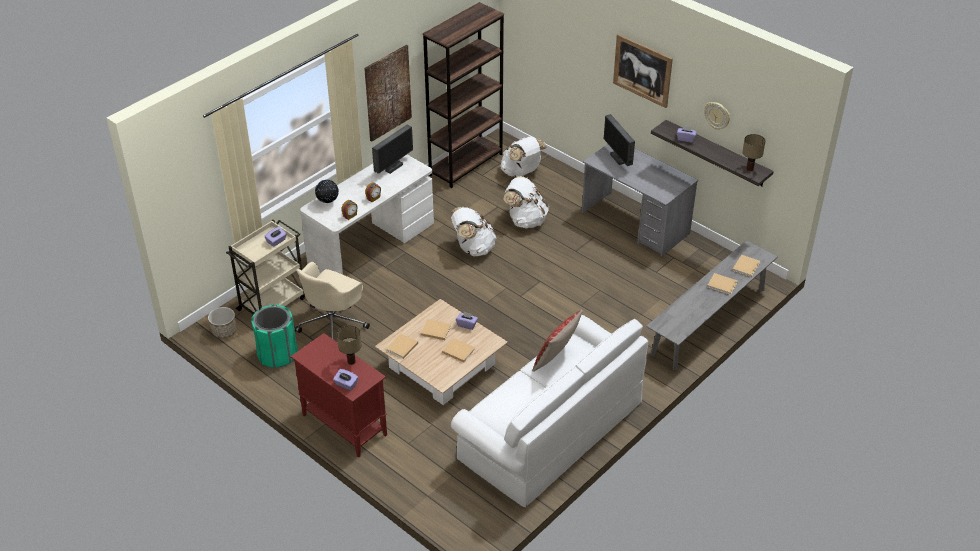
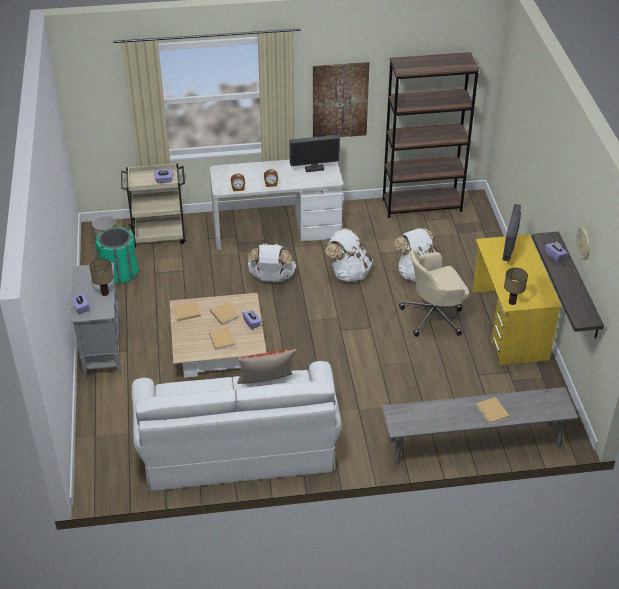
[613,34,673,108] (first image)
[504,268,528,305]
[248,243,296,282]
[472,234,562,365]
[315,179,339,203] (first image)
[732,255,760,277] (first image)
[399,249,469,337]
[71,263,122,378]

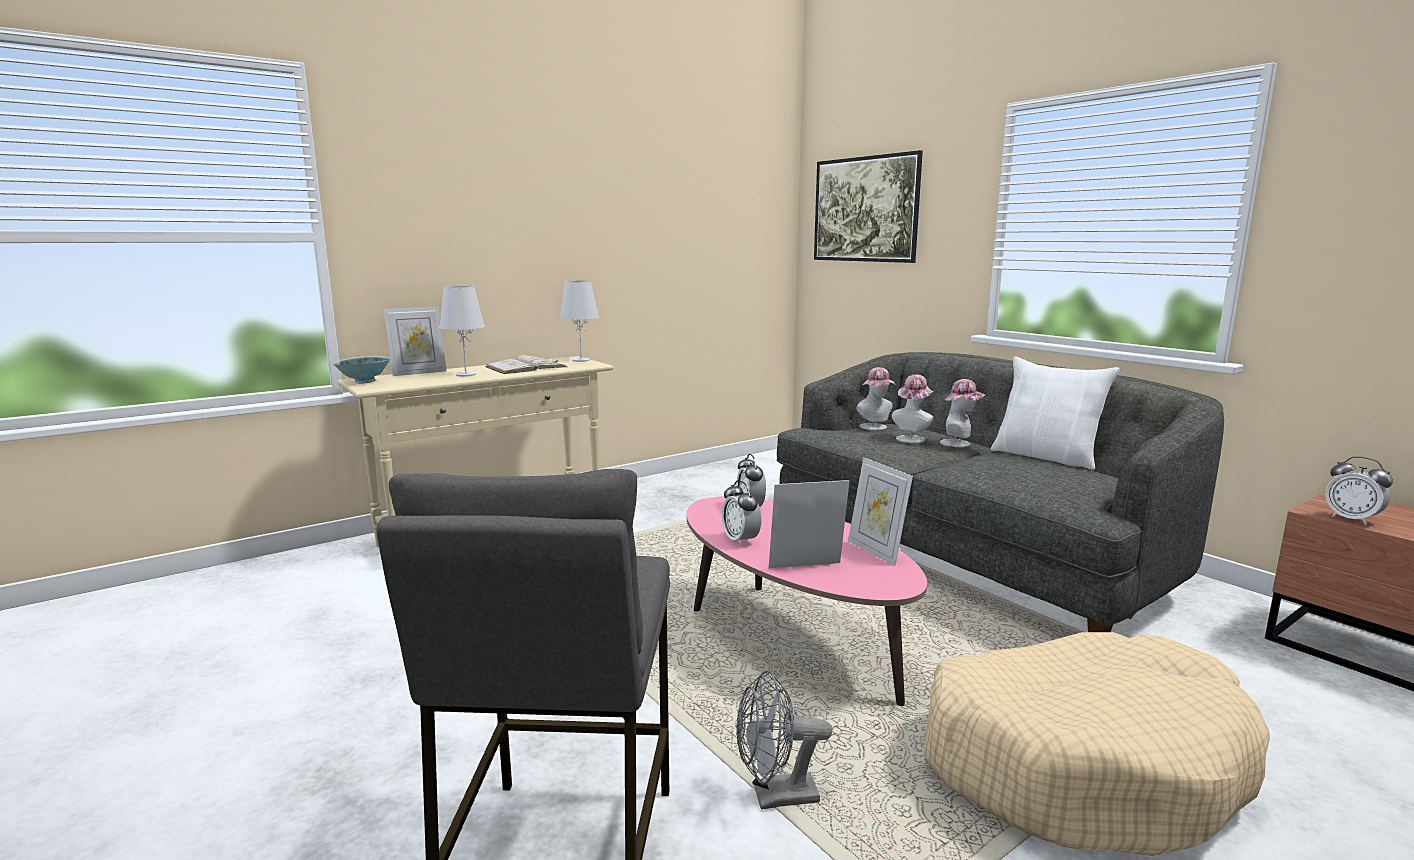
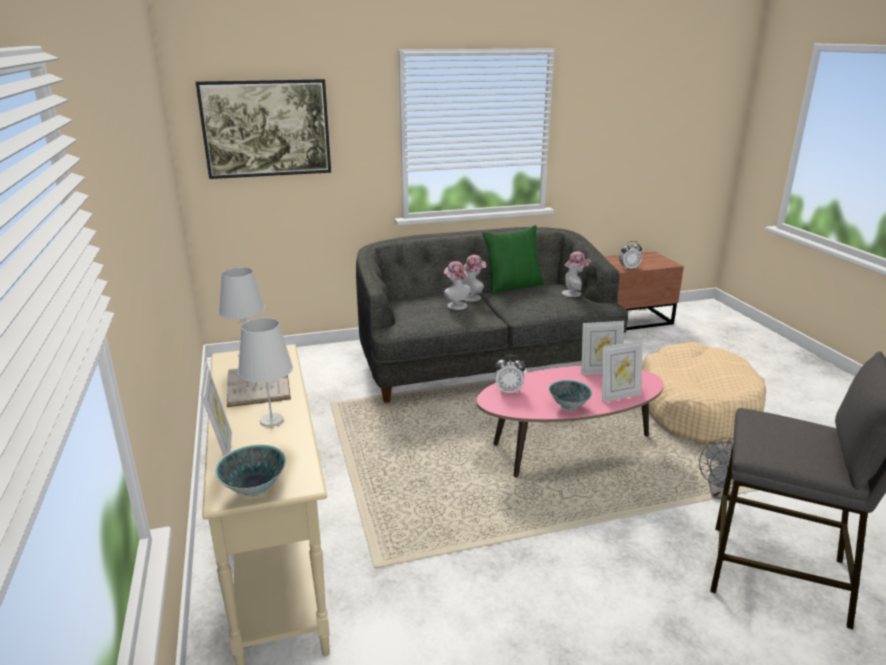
[482,225,544,294]
[562,251,591,297]
[549,380,592,410]
[602,340,643,402]

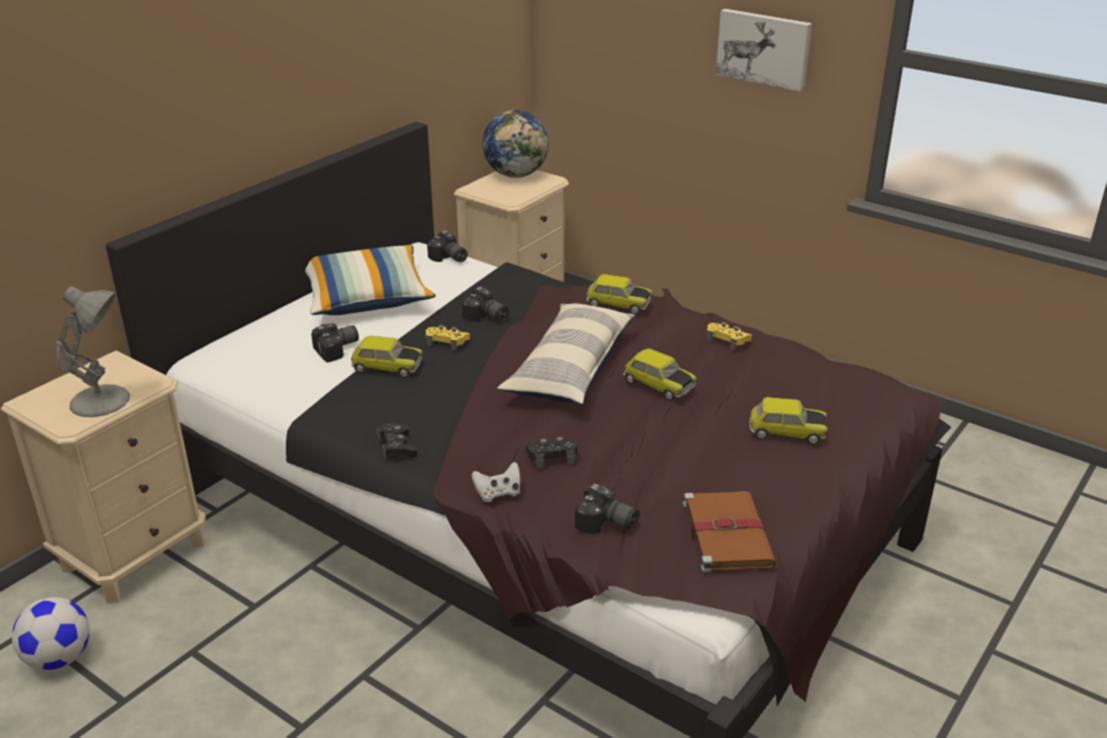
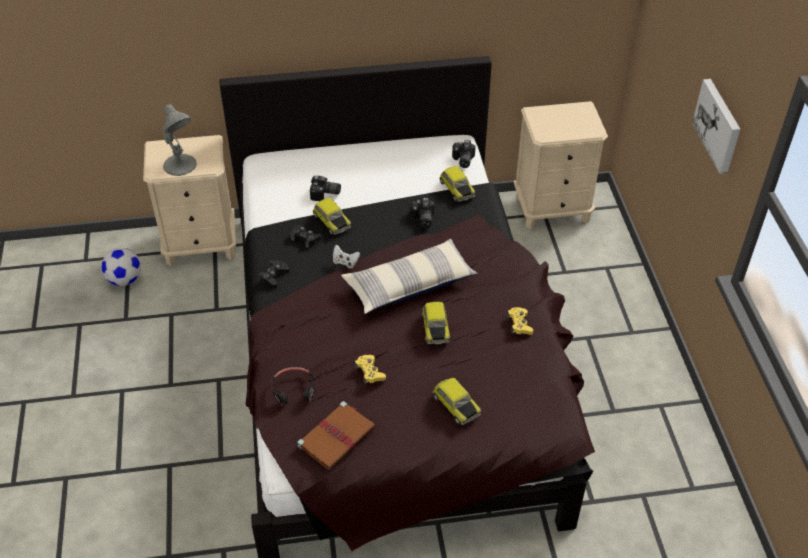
[482,110,549,178] (first image)
[305,245,436,315] (first image)
[439,166,475,202]
[355,355,386,385]
[290,225,322,248]
[333,245,360,269]
[271,366,315,406]

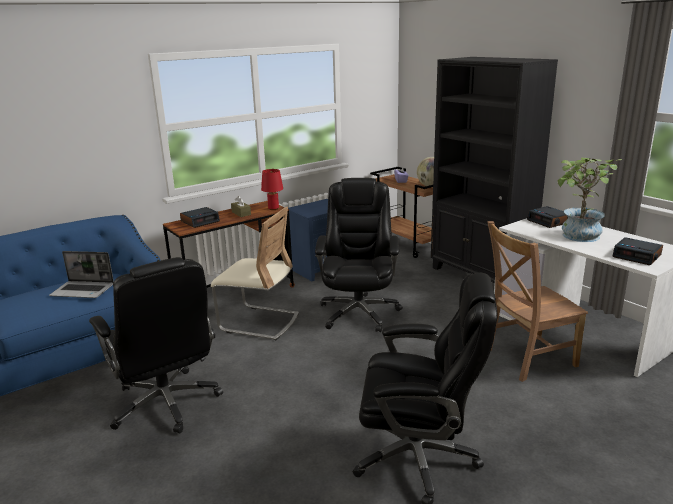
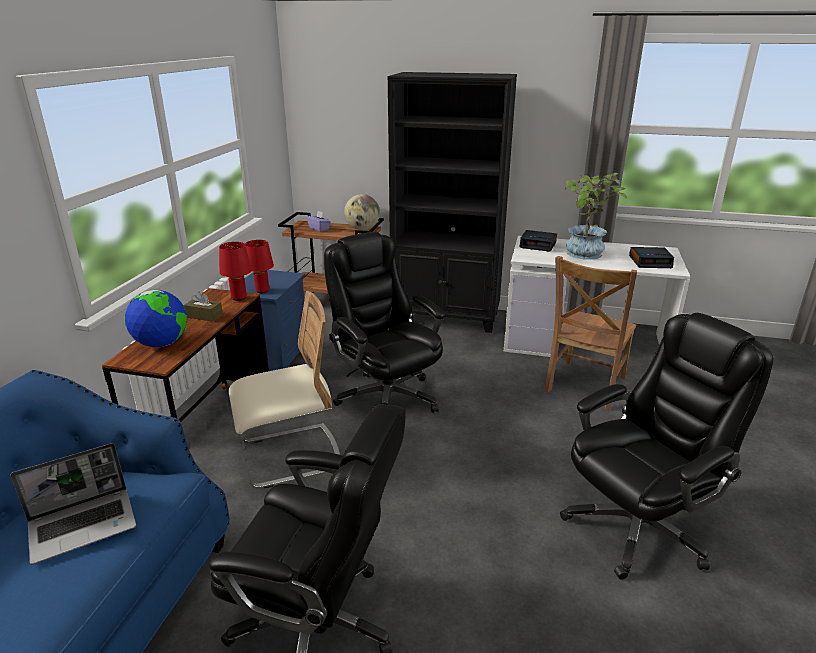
[125,290,187,347]
[245,240,274,293]

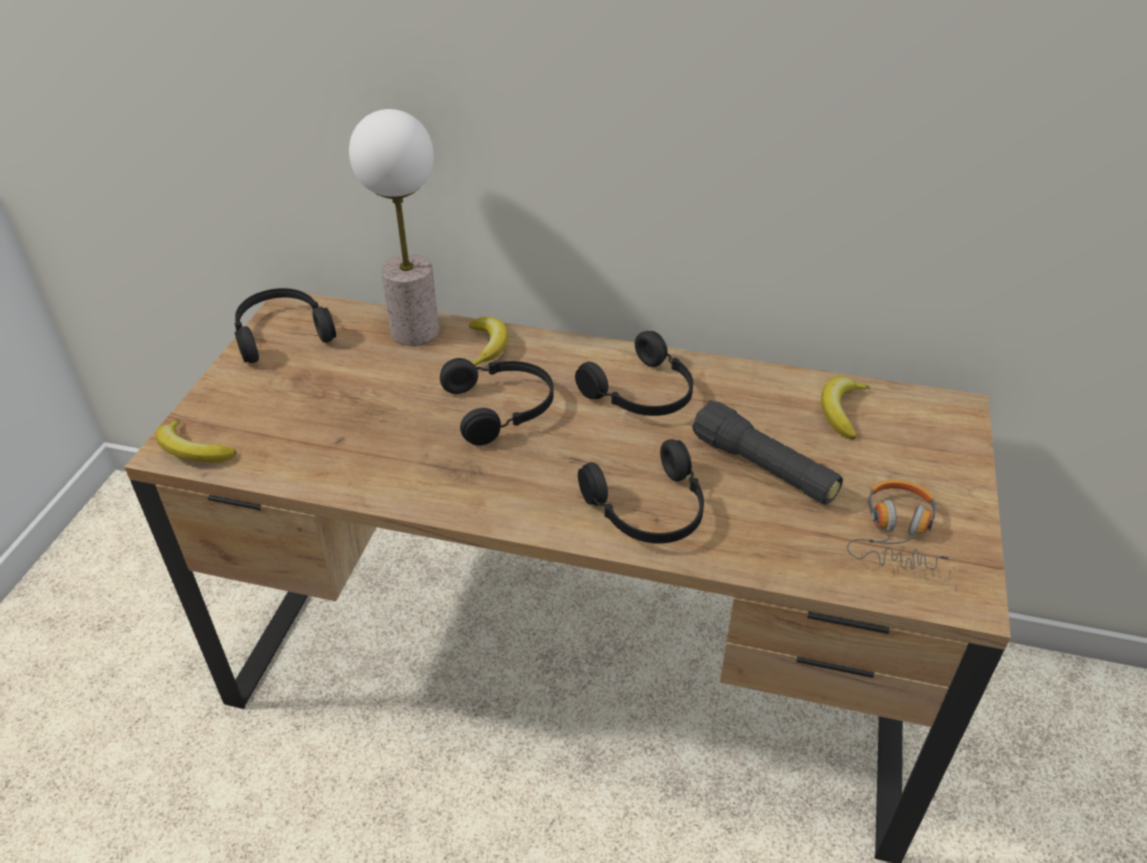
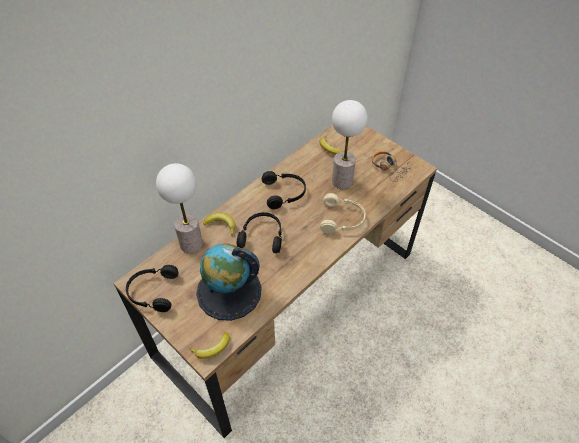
[332,100,368,189]
[320,193,366,234]
[196,243,262,321]

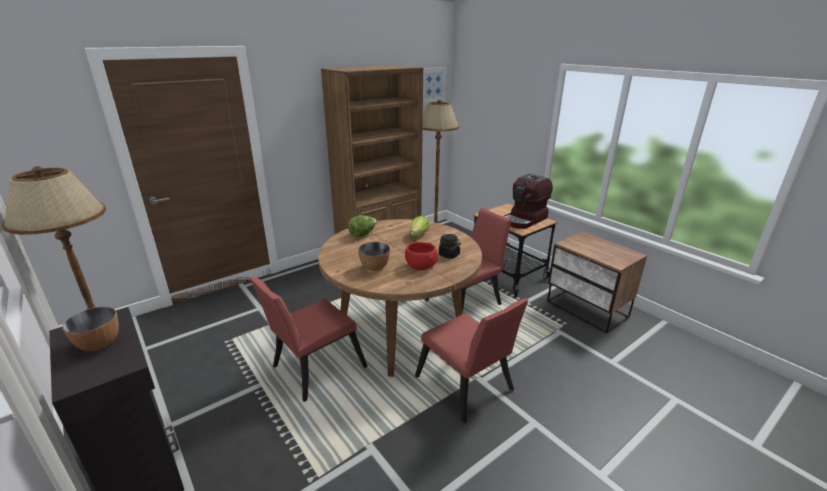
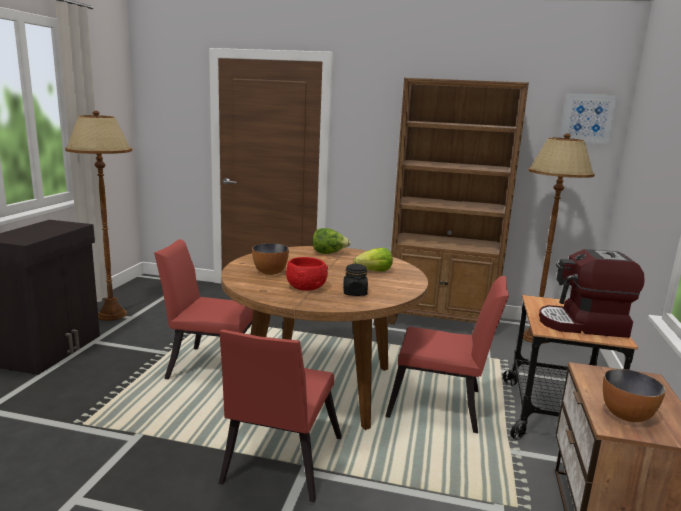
[603,369,666,422]

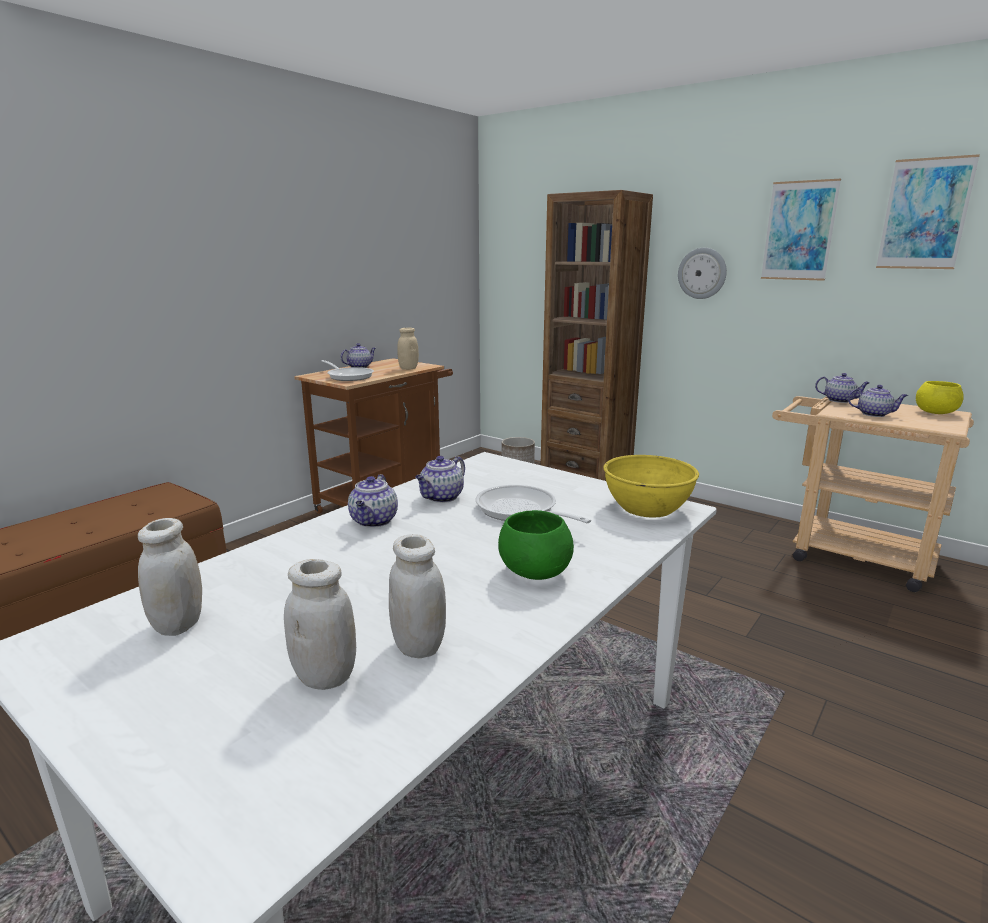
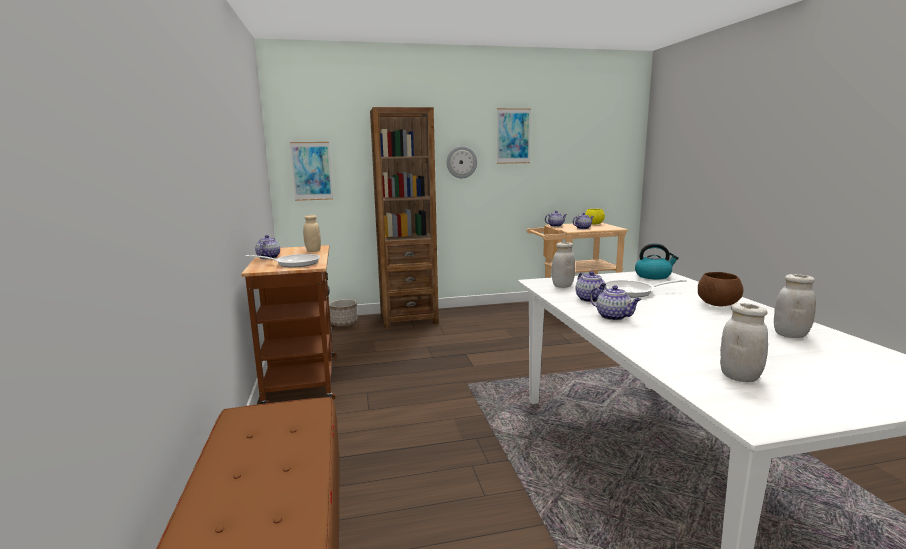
[290,142,333,201]
[635,243,679,279]
[698,272,743,306]
[552,242,575,288]

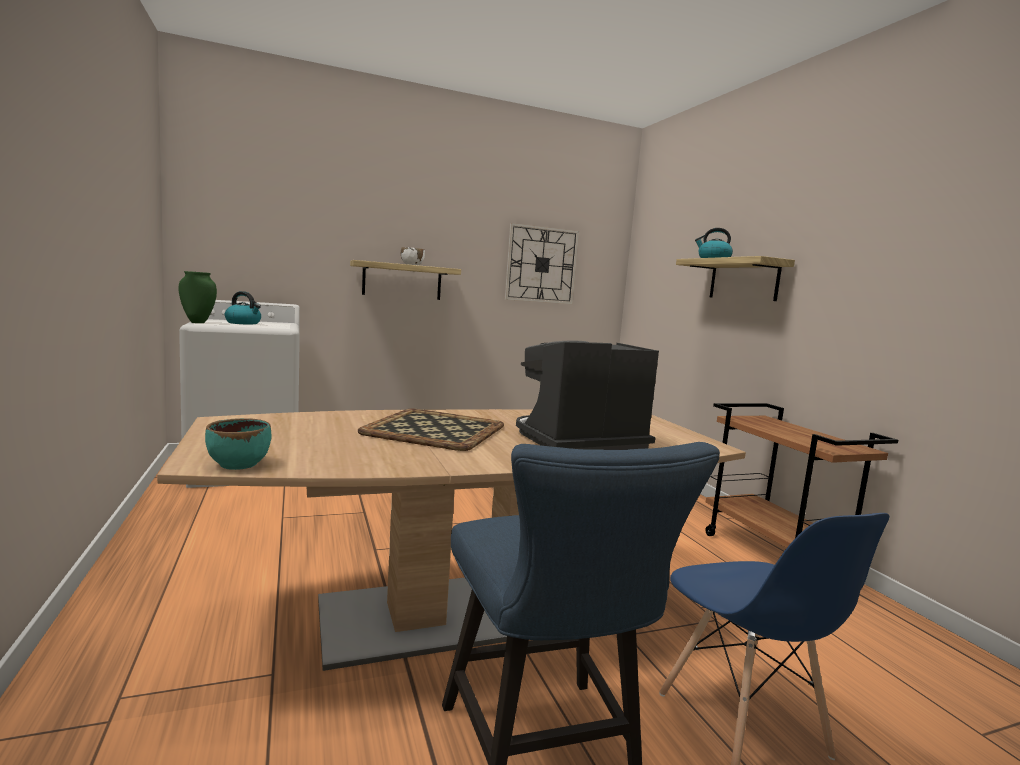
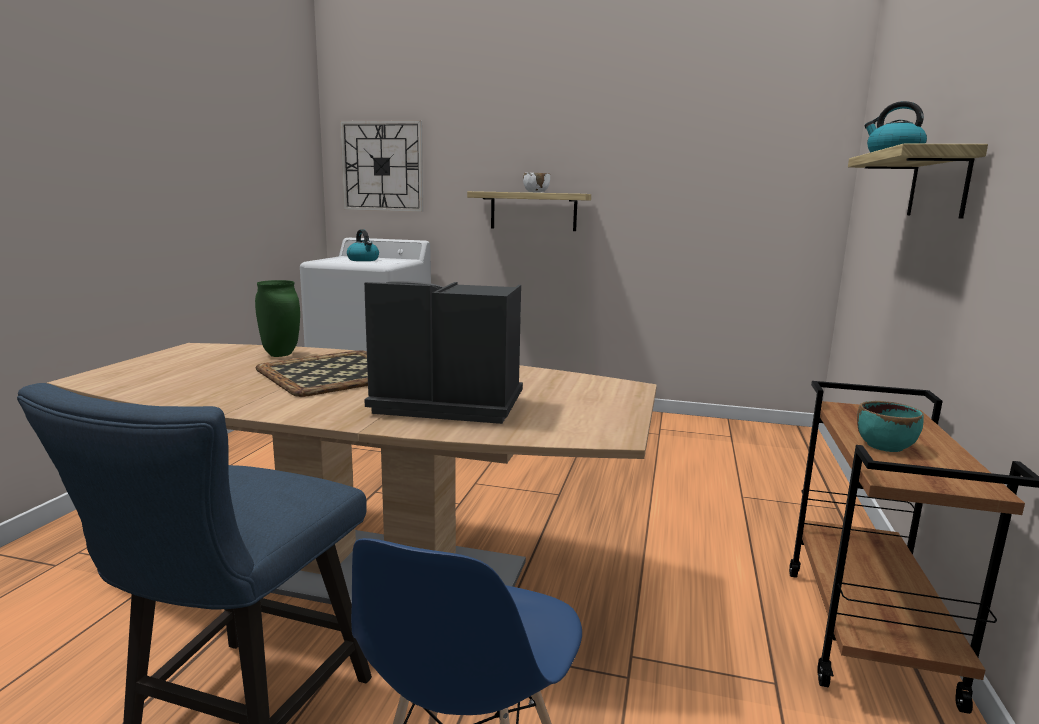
[340,120,423,212]
[255,280,300,357]
[857,401,924,452]

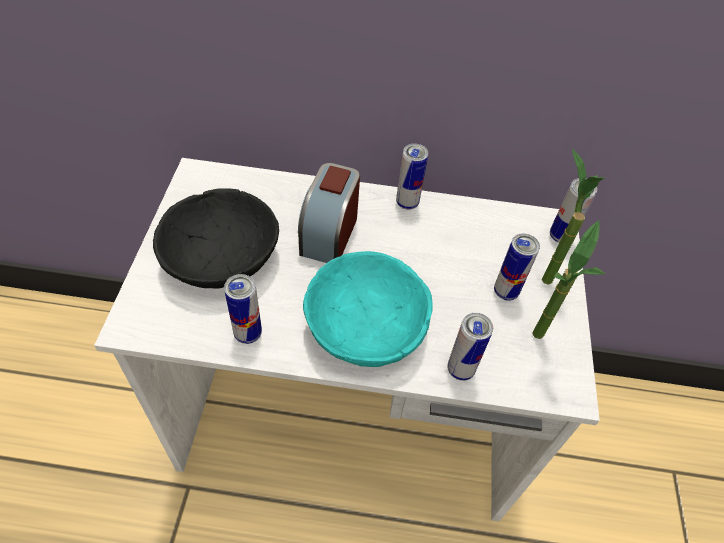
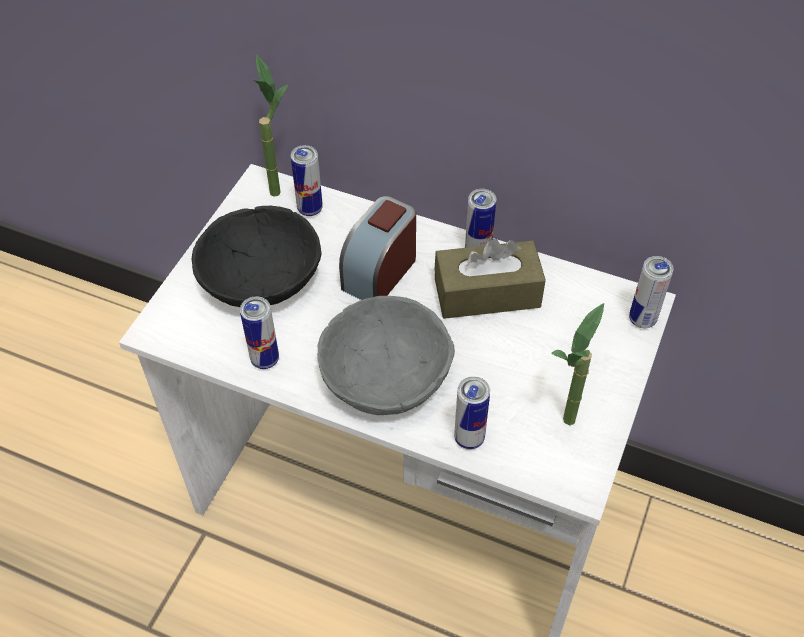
[253,55,288,197]
[291,145,323,216]
[317,296,455,415]
[434,239,546,319]

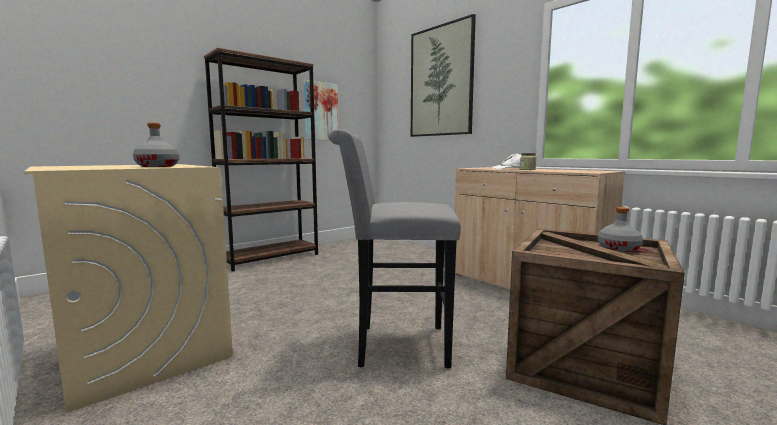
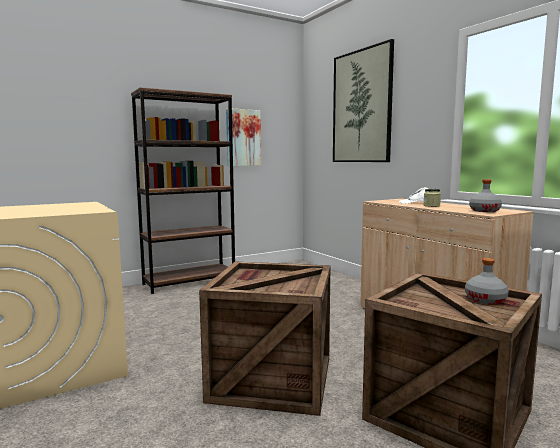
[469,179,502,212]
[199,262,331,416]

